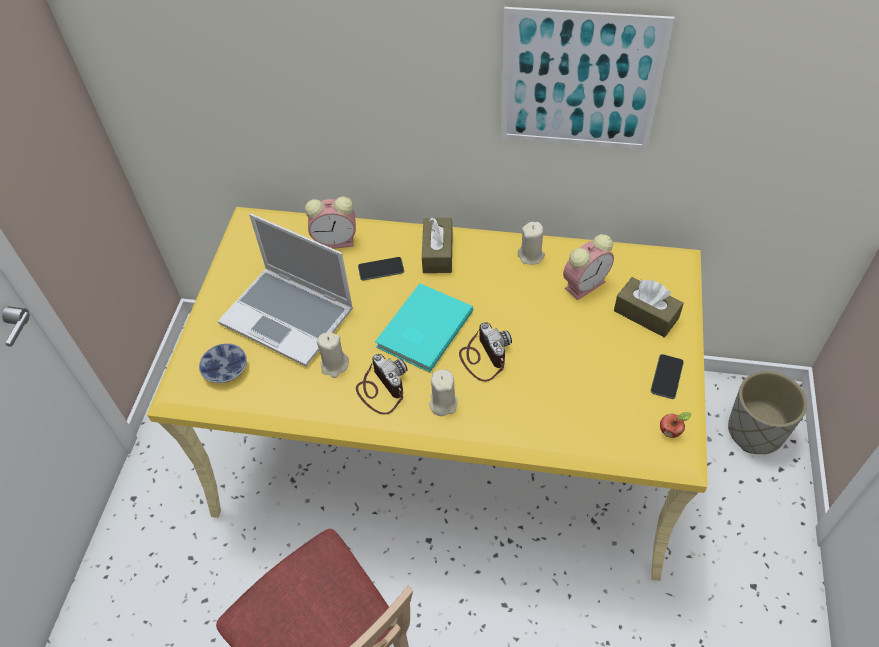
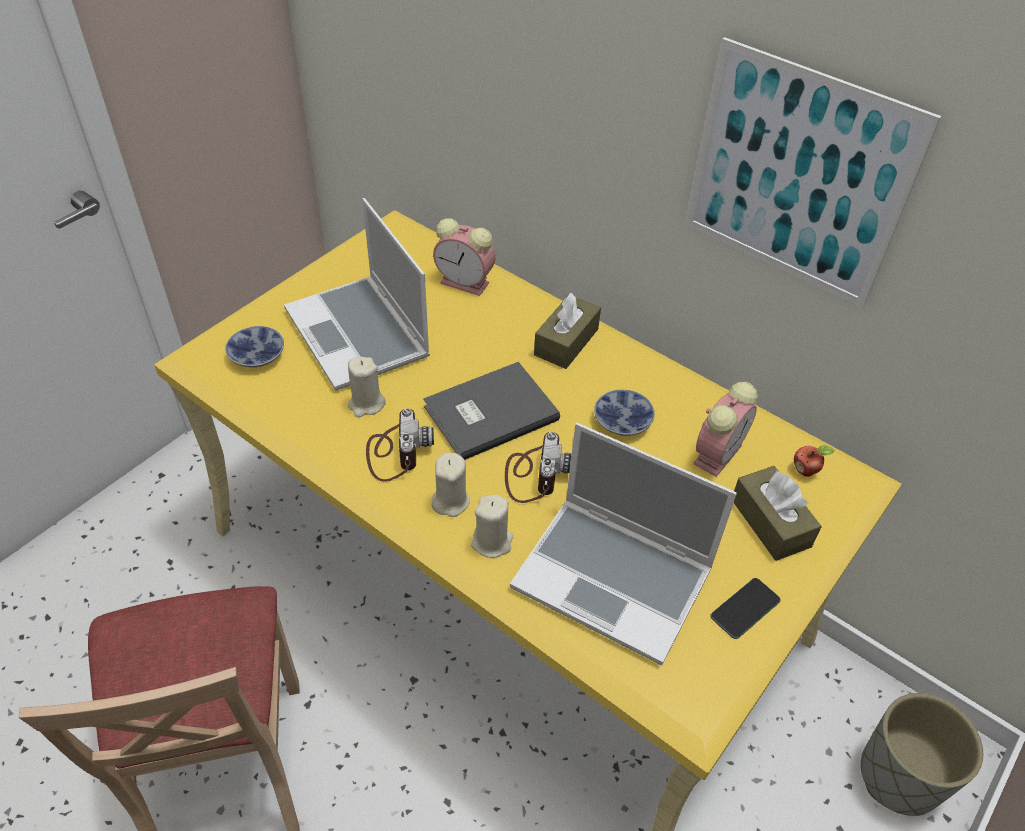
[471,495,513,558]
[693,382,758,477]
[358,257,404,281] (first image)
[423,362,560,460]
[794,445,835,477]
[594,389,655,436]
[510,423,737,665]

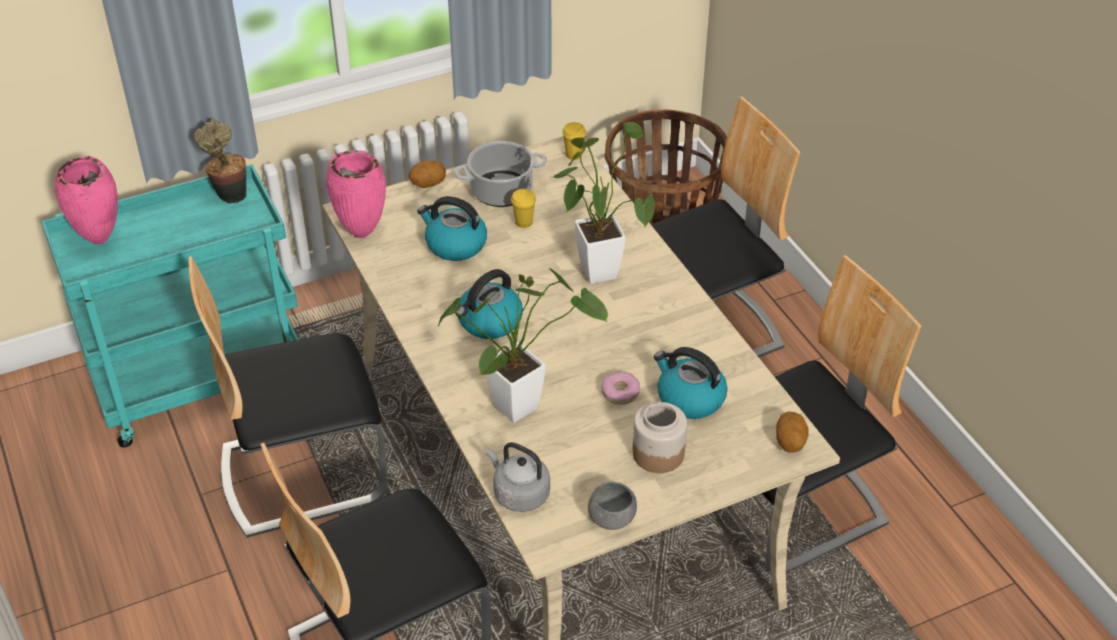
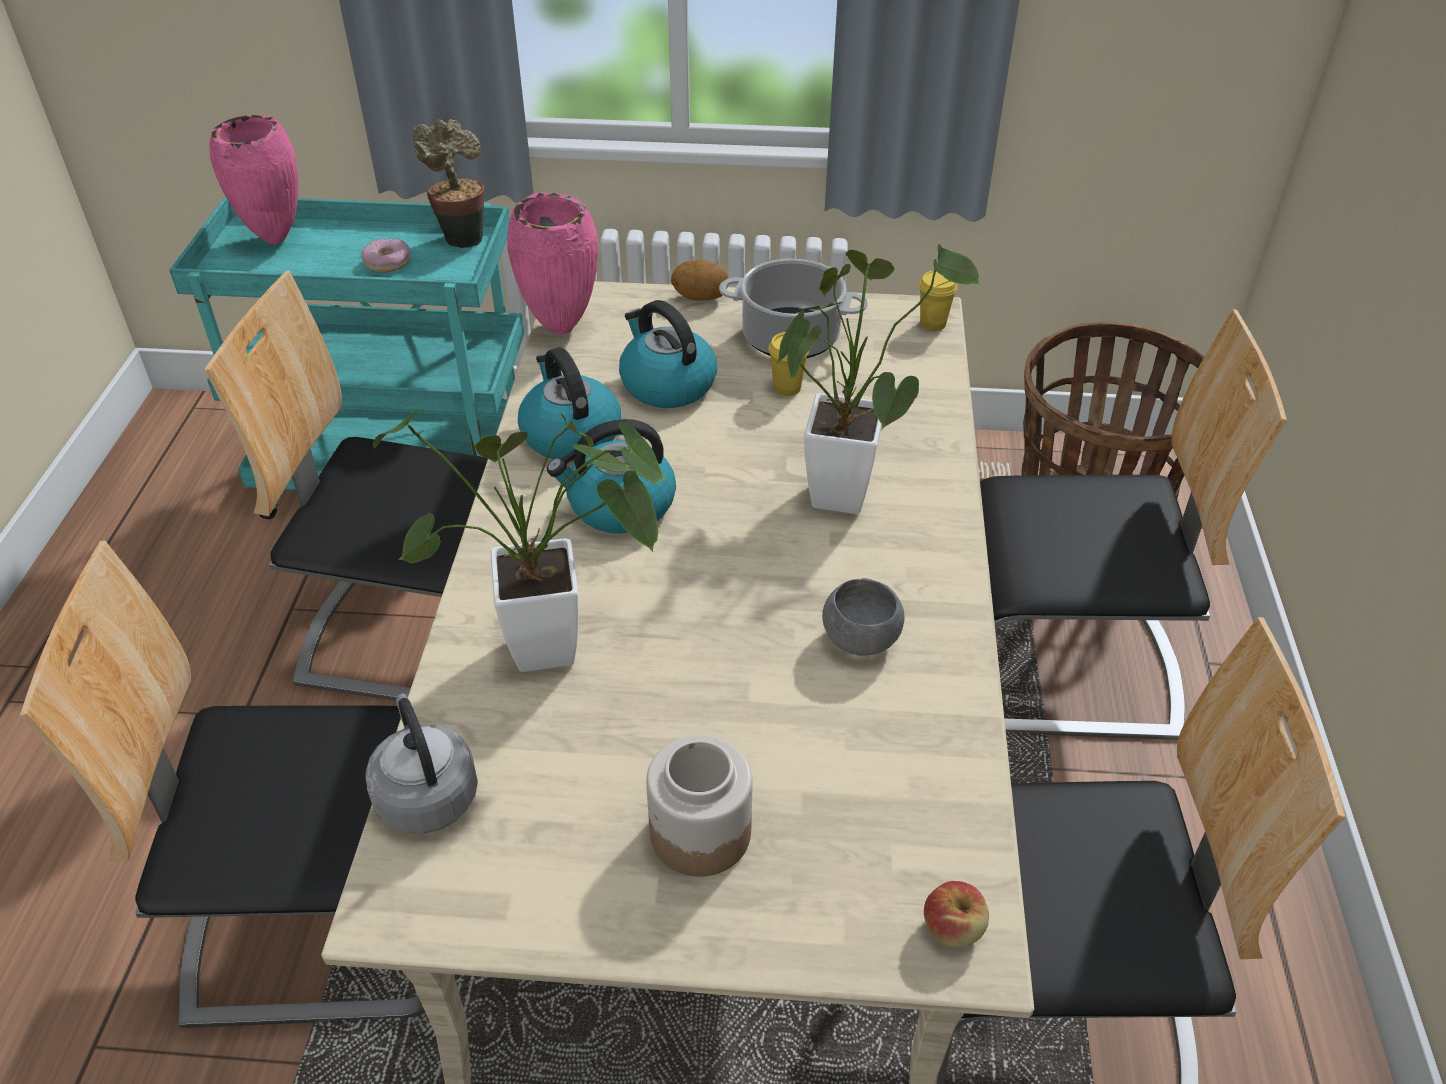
[518,347,621,461]
[361,239,410,273]
[924,881,989,947]
[822,578,905,656]

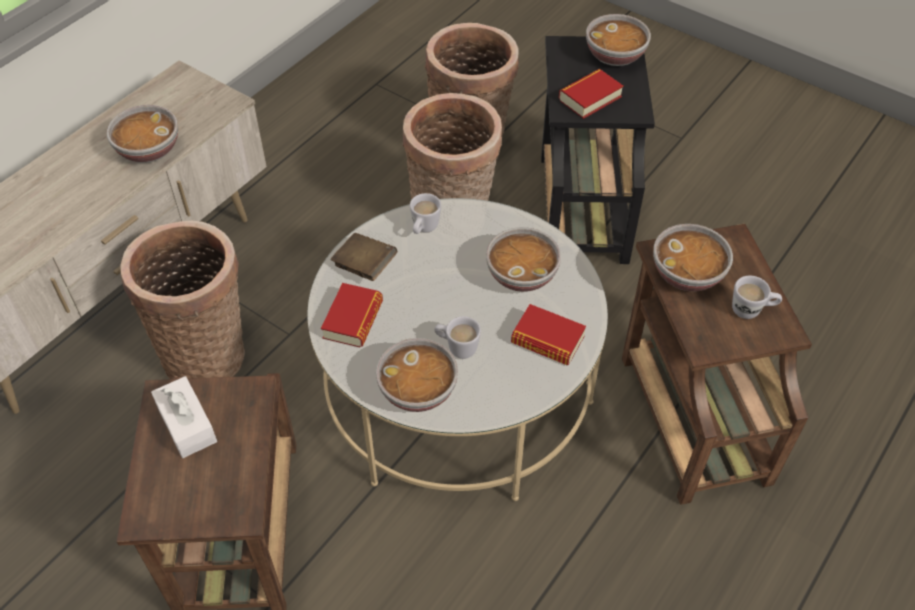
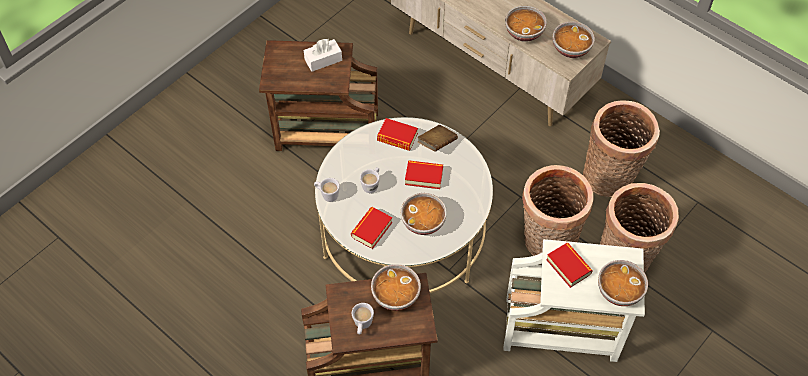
[503,239,645,362]
[314,178,340,202]
[583,100,660,197]
[553,22,595,58]
[405,160,443,189]

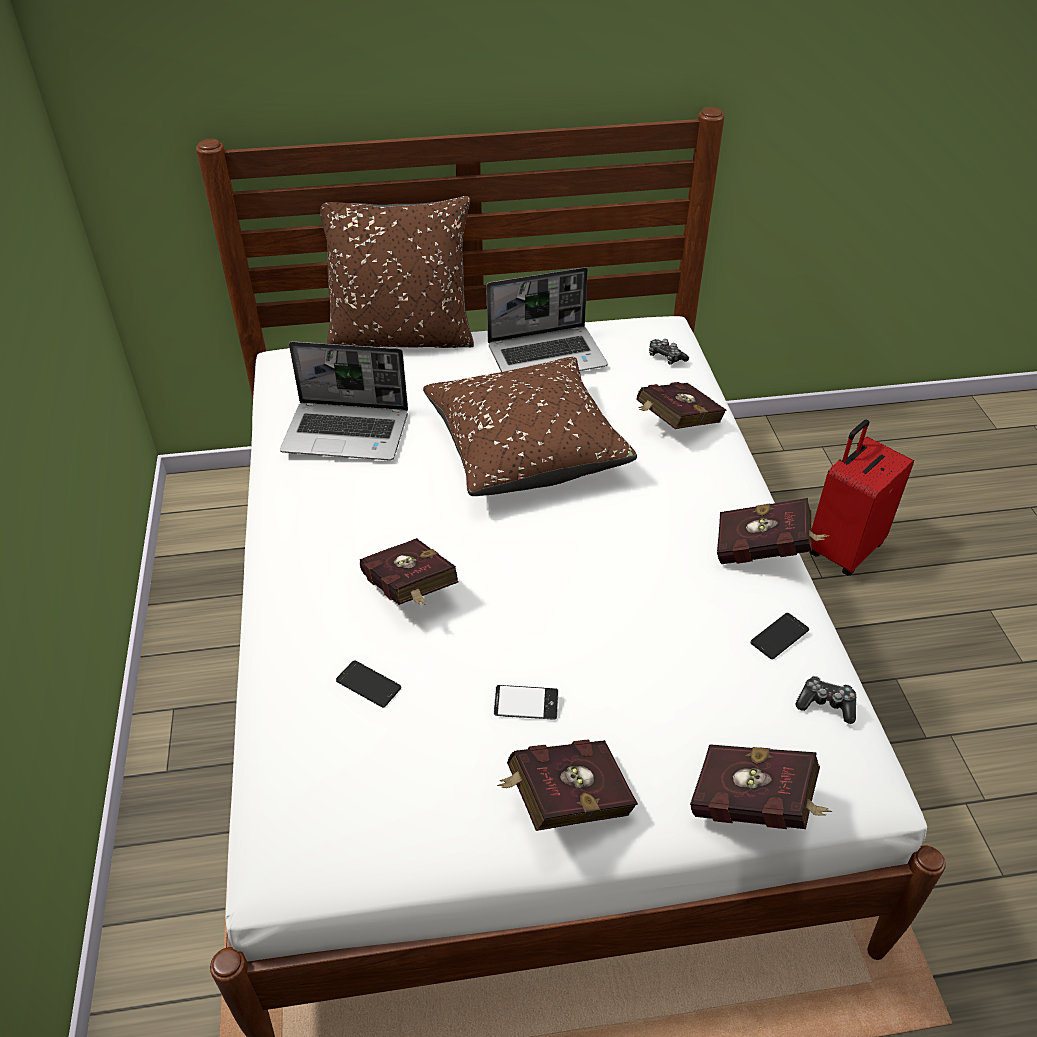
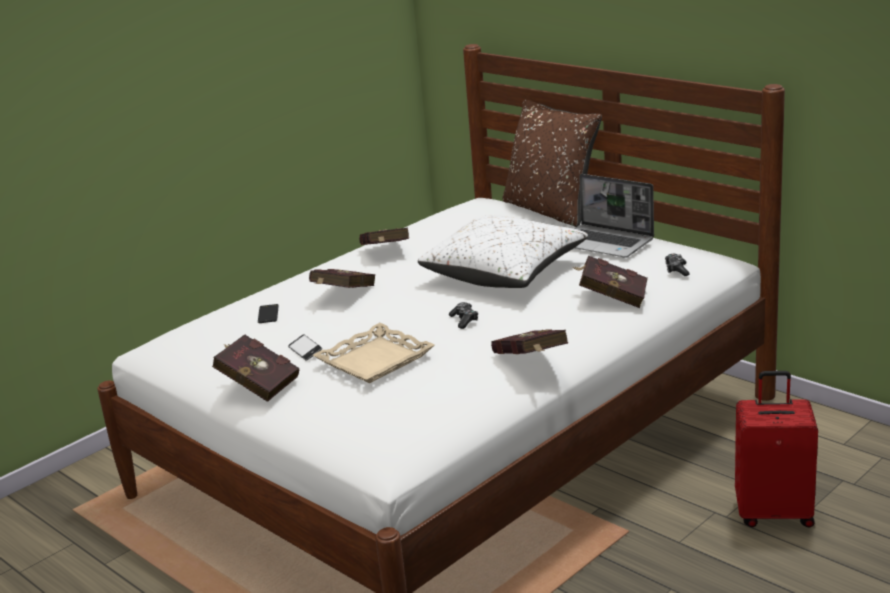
[280,341,408,460] (first image)
[418,215,588,288]
[750,613,809,659] (first image)
[449,302,478,329]
[359,228,409,245]
[313,323,435,383]

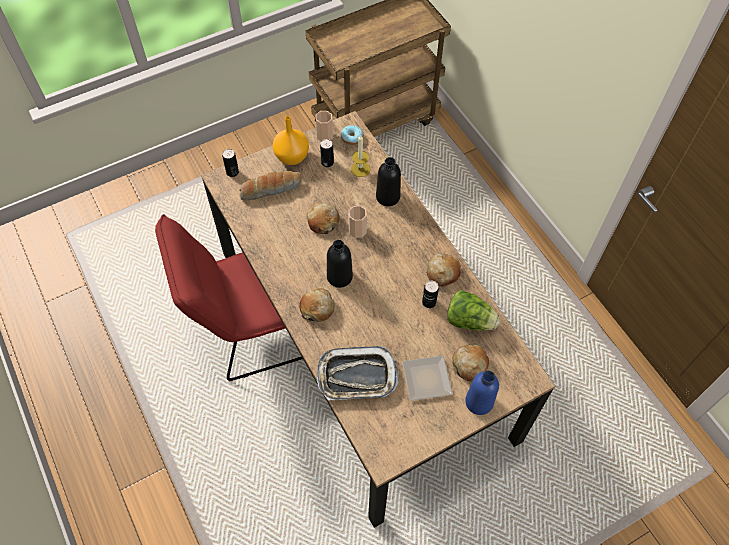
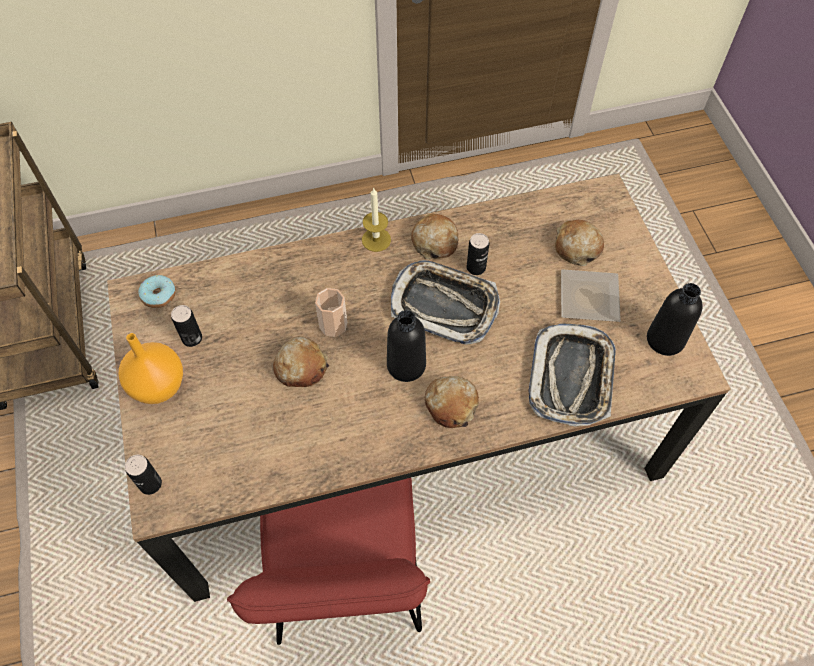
[316,111,333,141] (first image)
[362,187,391,252]
[647,283,703,356]
[239,171,302,201] (first image)
[447,290,500,331] (first image)
[465,371,499,415] (first image)
[391,260,500,345]

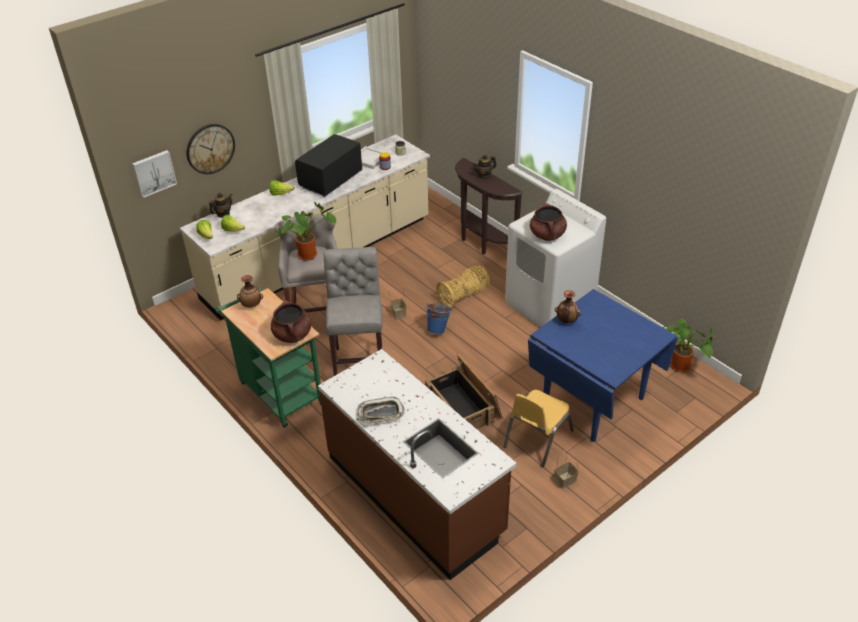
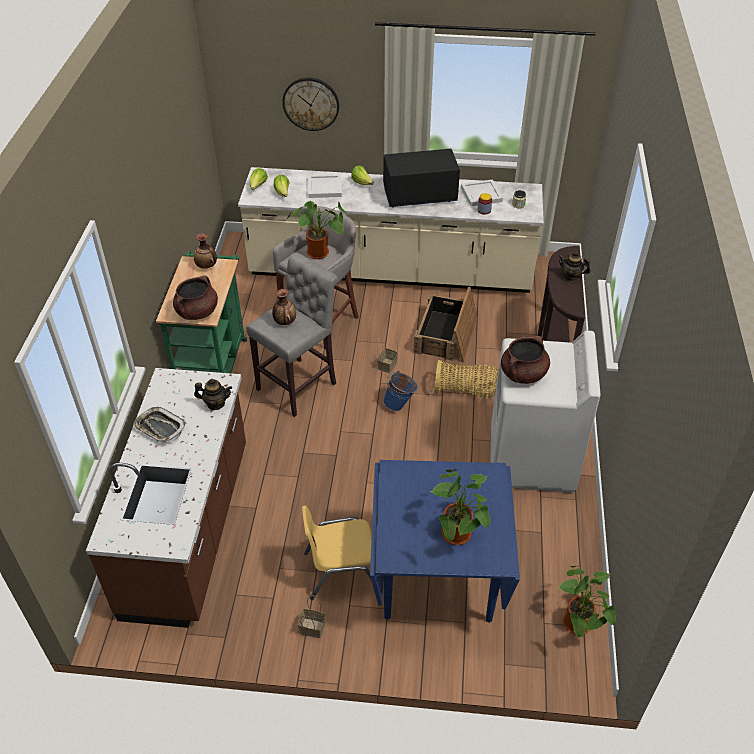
[132,150,177,198] (first image)
[194,379,232,410]
[272,289,296,325]
[414,287,477,362]
[308,174,342,198]
[430,469,490,545]

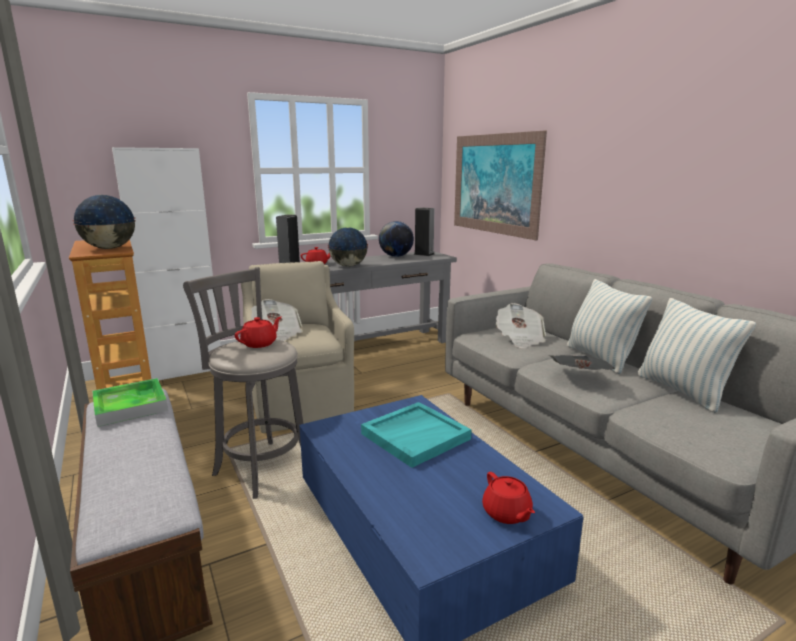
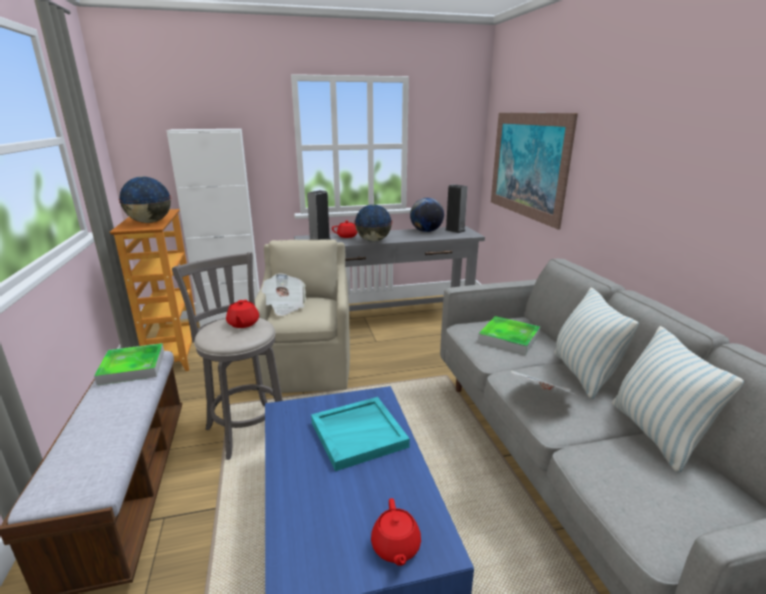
[478,316,540,354]
[226,300,259,328]

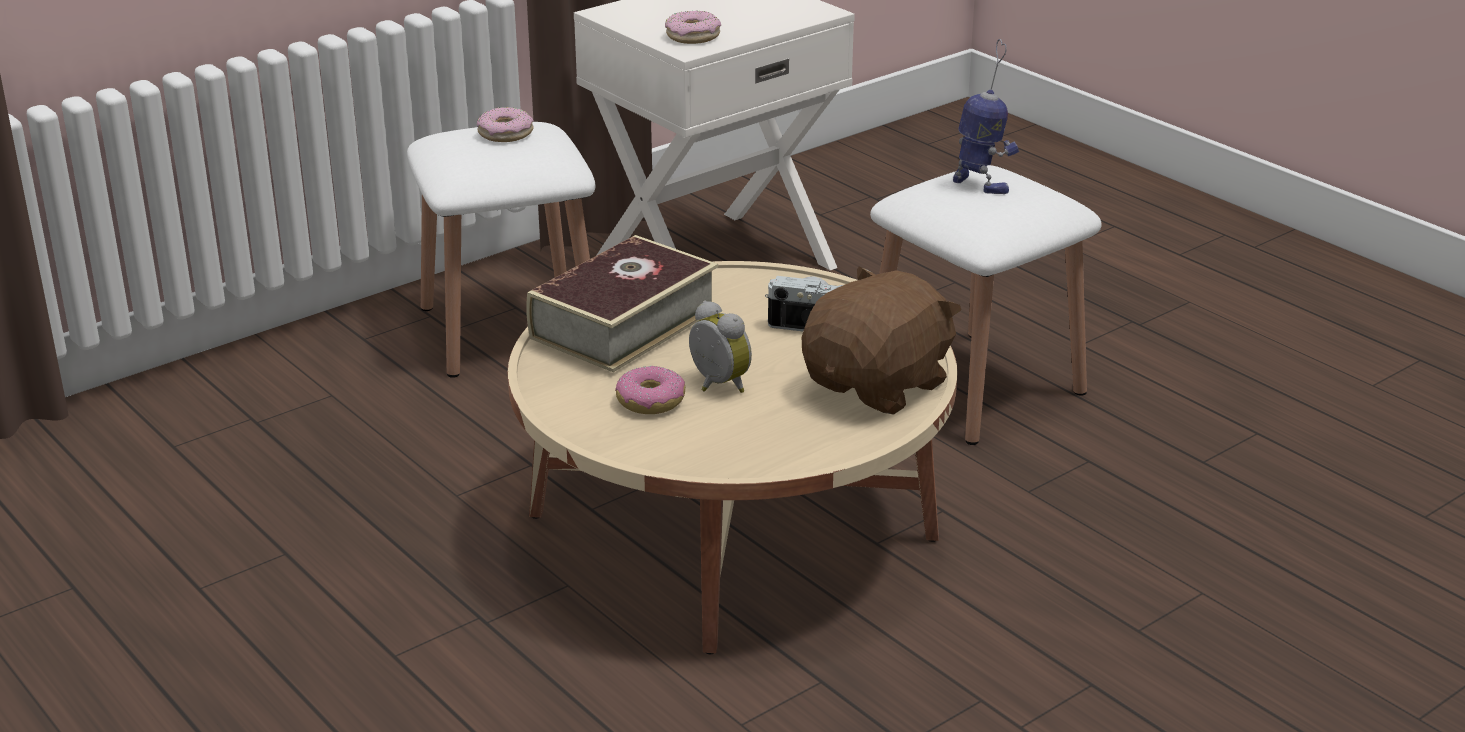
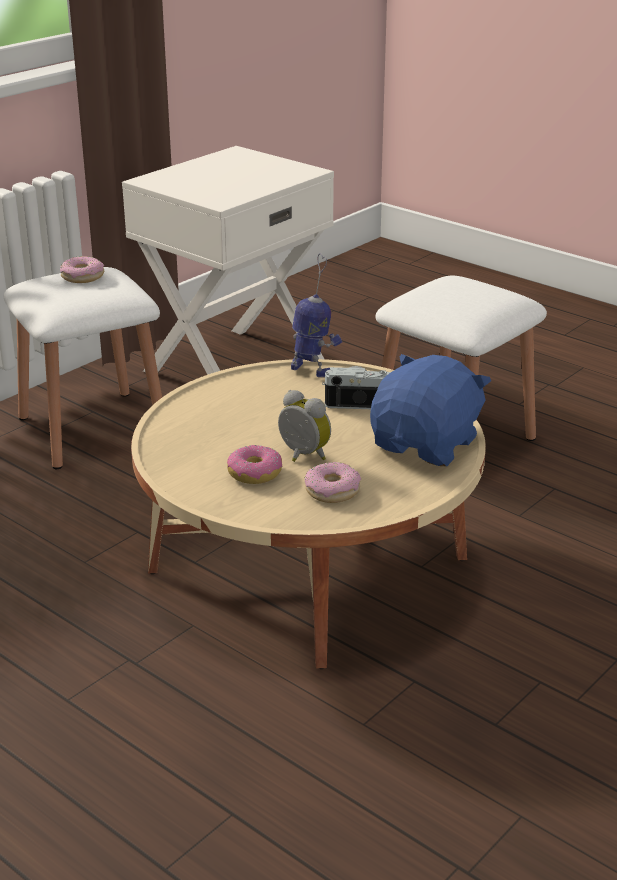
[305,462,361,503]
[291,253,342,377]
[526,235,718,372] (first image)
[370,354,491,467]

